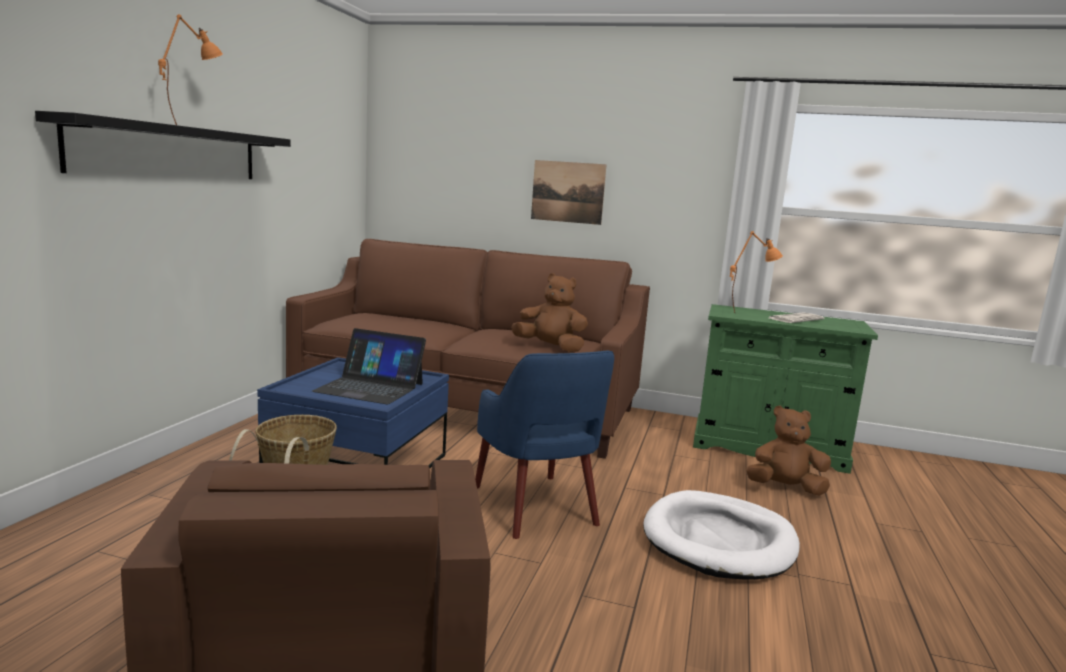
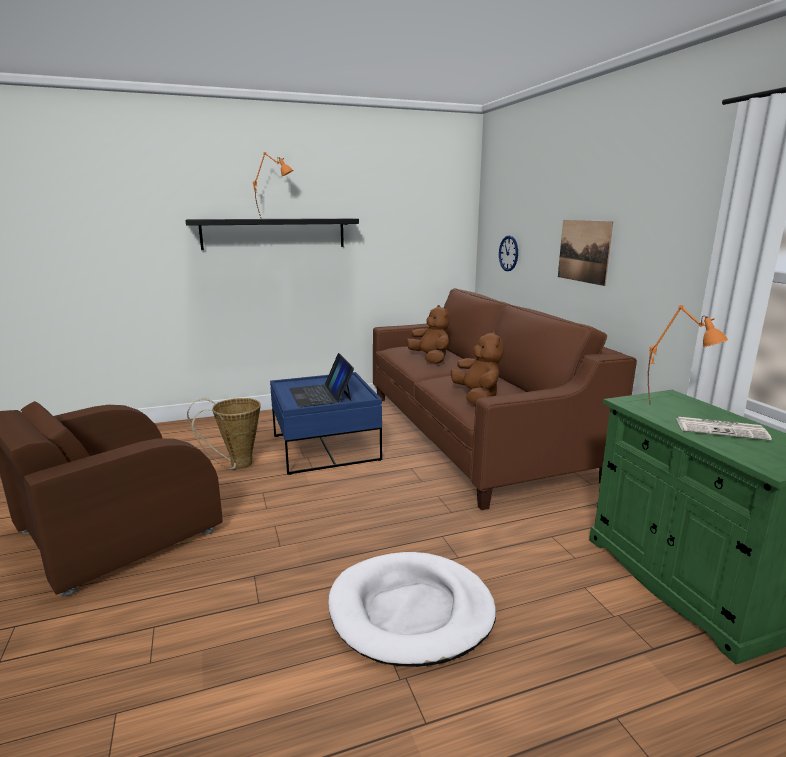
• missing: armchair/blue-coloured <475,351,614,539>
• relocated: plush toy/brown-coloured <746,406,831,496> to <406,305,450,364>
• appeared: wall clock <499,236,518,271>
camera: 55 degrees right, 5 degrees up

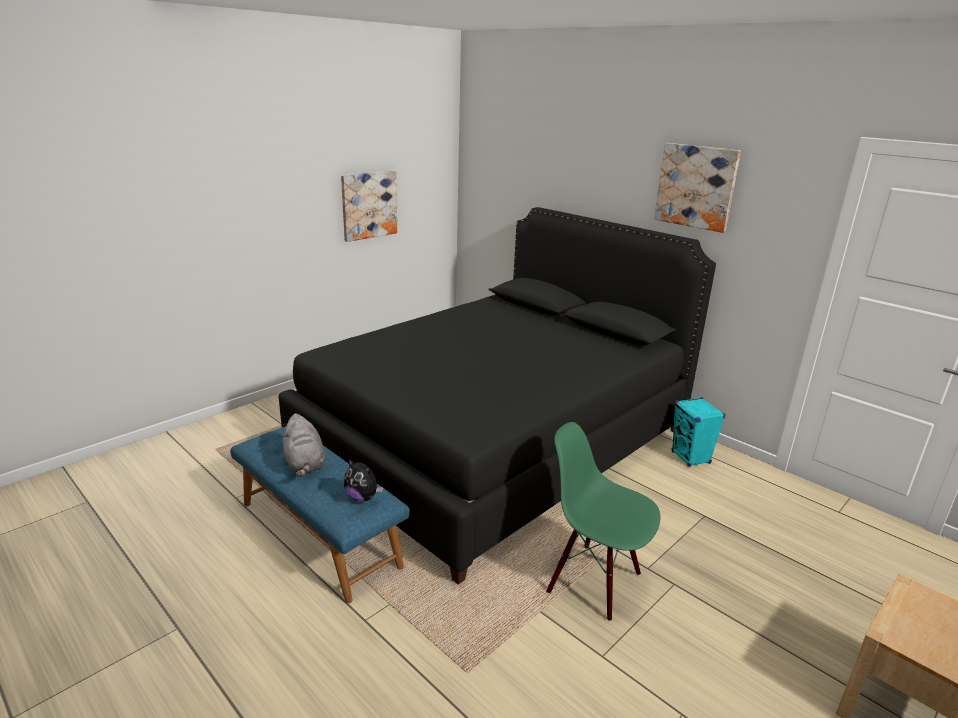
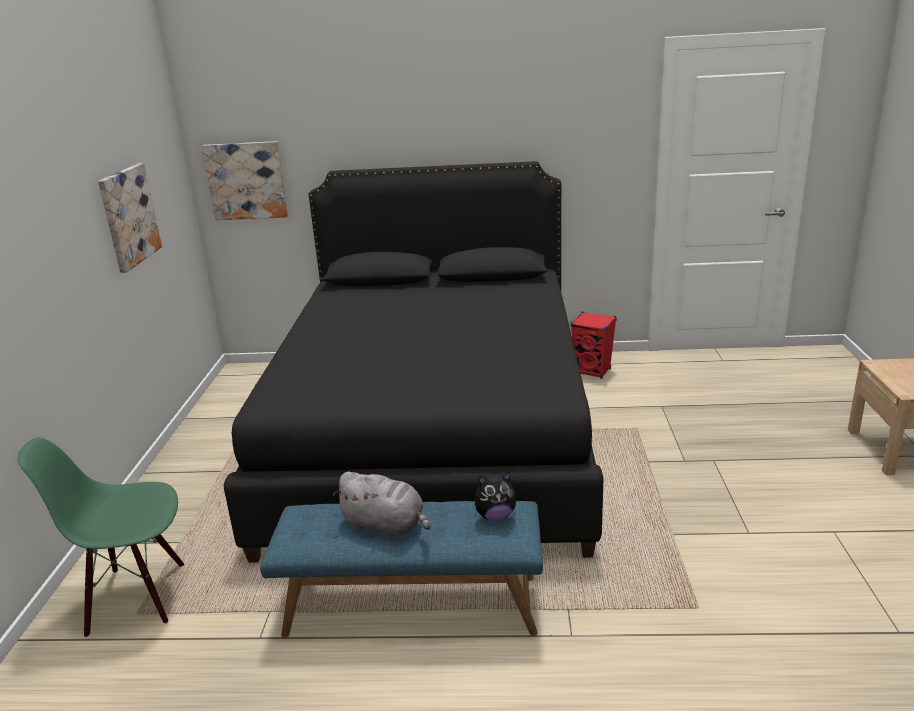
• relocated: wall picture <654,143,741,233> to <202,141,288,220>
• colour: audio speaker/turquoise-coloured <672,397,726,467> to audio speaker/red-coloured <571,312,617,379>
• relocated: upright chair/greenish <546,422,660,622> to <18,438,184,638>
camera: 40 degrees left, 0 degrees up

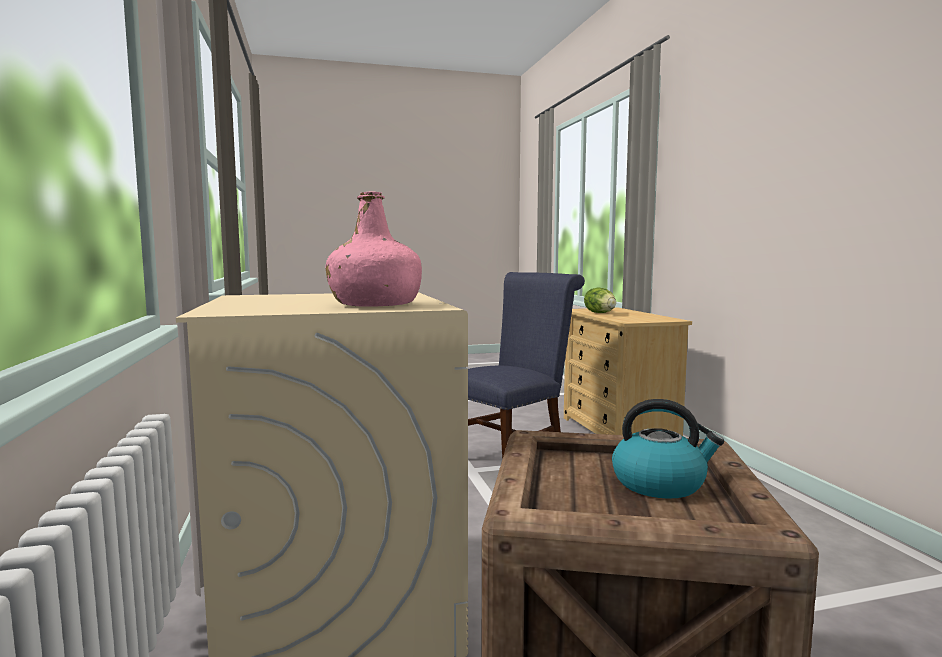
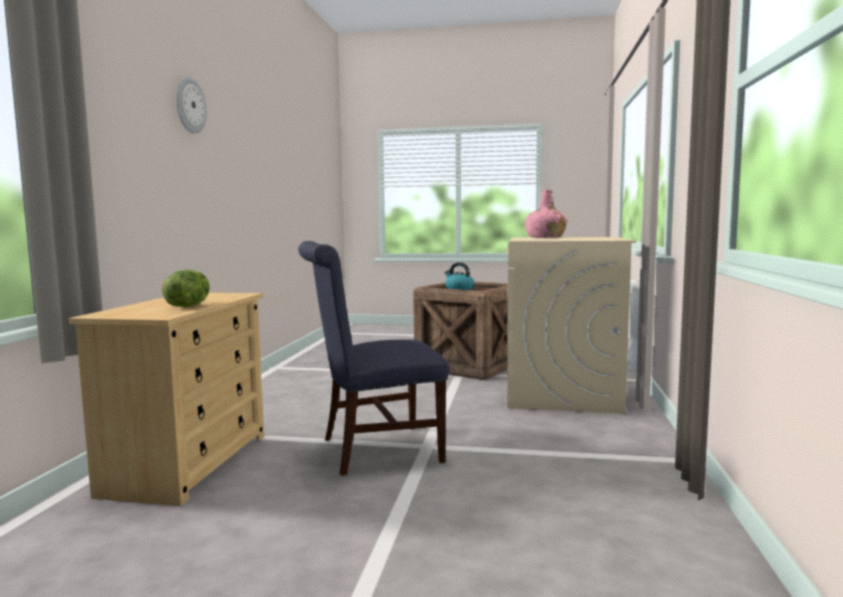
• appeared: wall clock <176,77,207,134>
camera: 155 degrees left, 0 degrees up

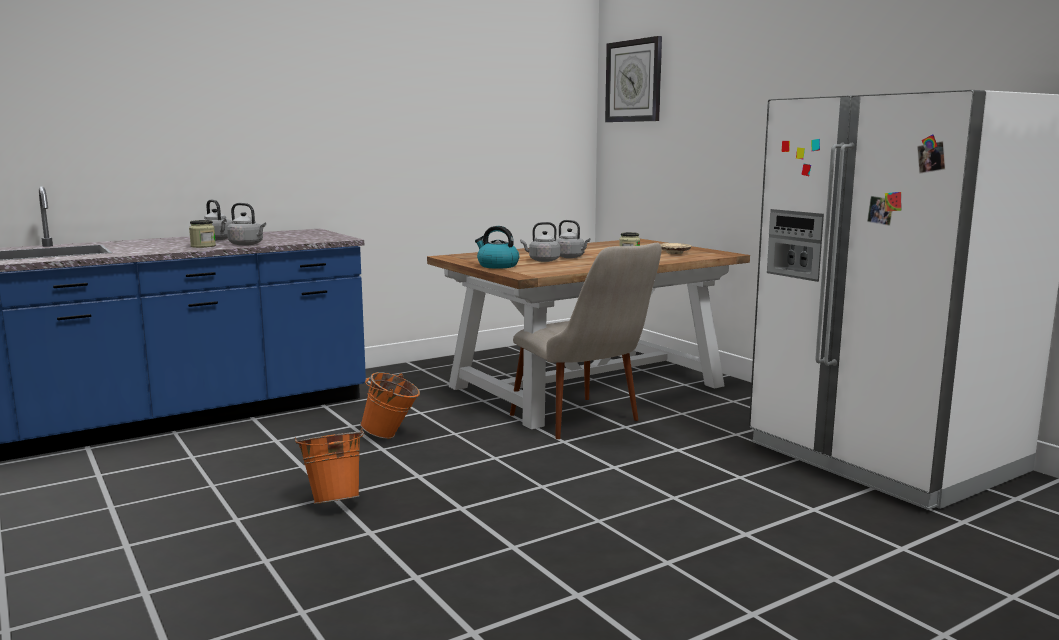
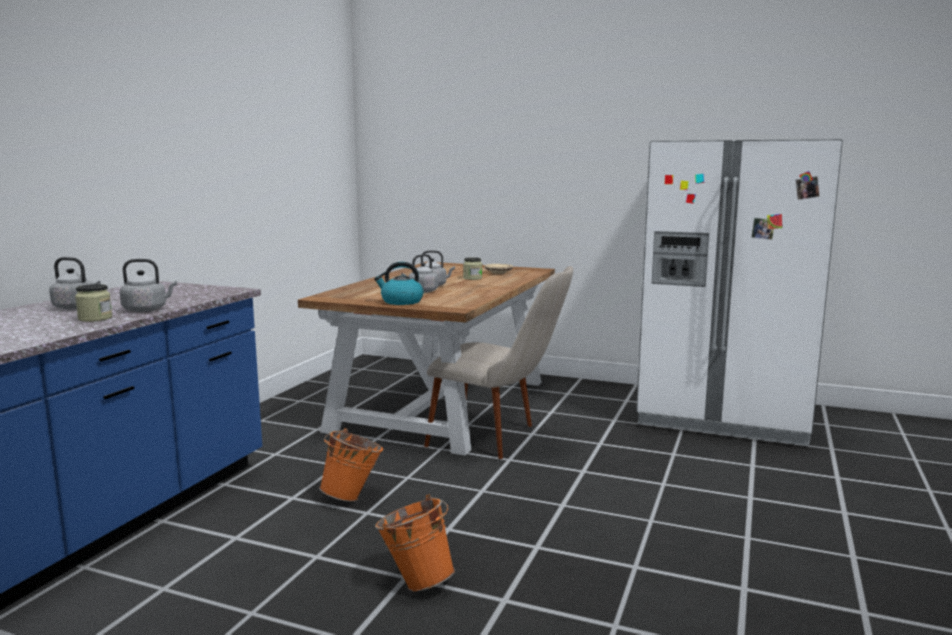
• missing: wall clock <605,36,662,122>
camera: 35 degrees left, 0 degrees up

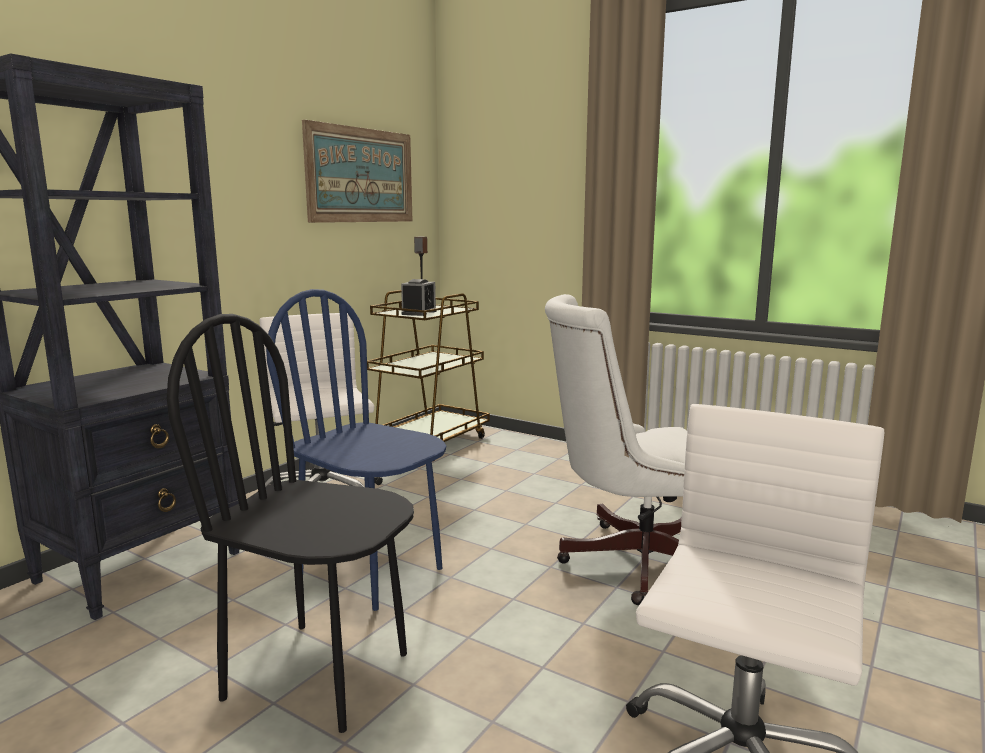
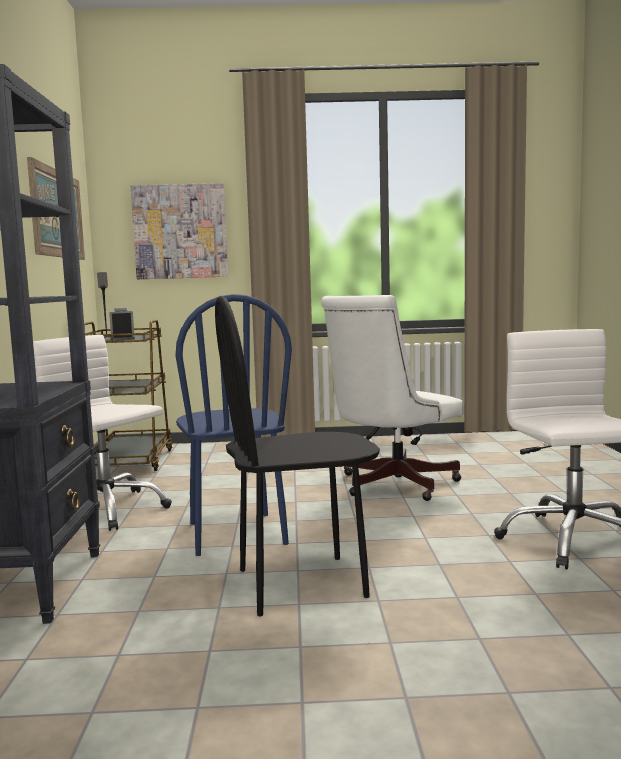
• spun: upright chair/blue-coloured <266,289,446,611> = <176,294,292,556> 105 degrees counterclockwise
• appeared: wall picture <131,183,228,279>
camera: 35 degrees left, 5 degrees down

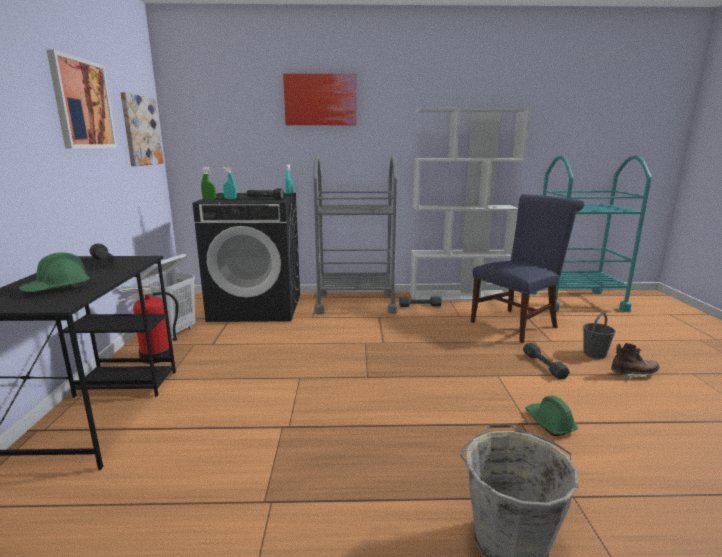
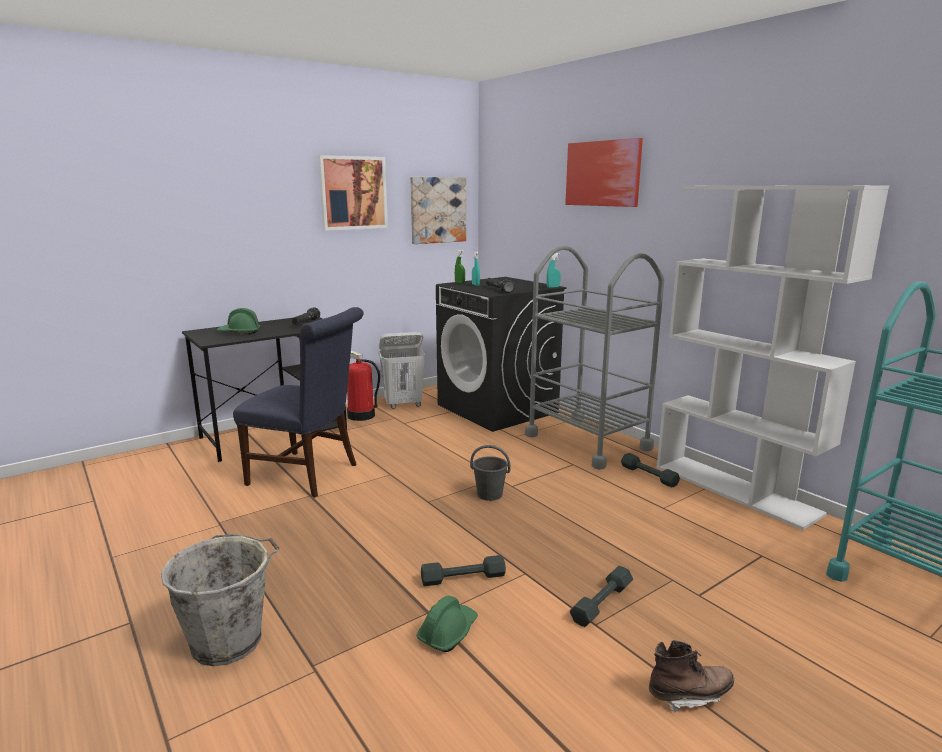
• relocated: upright chair/blue-coloured <471,194,584,343> to <233,307,364,498>
• relocated: bucket/gray <583,313,616,359> to <470,445,511,501>
• spun: boot/brown-coloured <611,343,660,380> = <649,640,734,713> 60 degrees counterclockwise
• appeared: free weight/gray <421,555,506,586>
camera: 55 degrees right, 0 degrees up

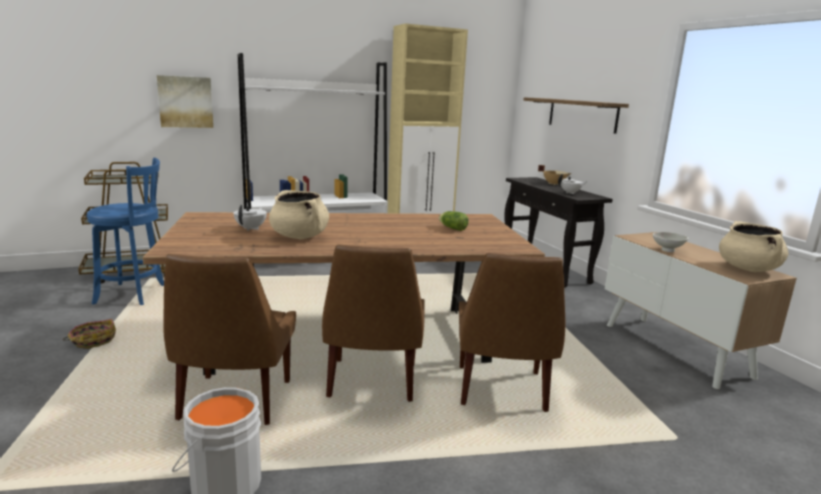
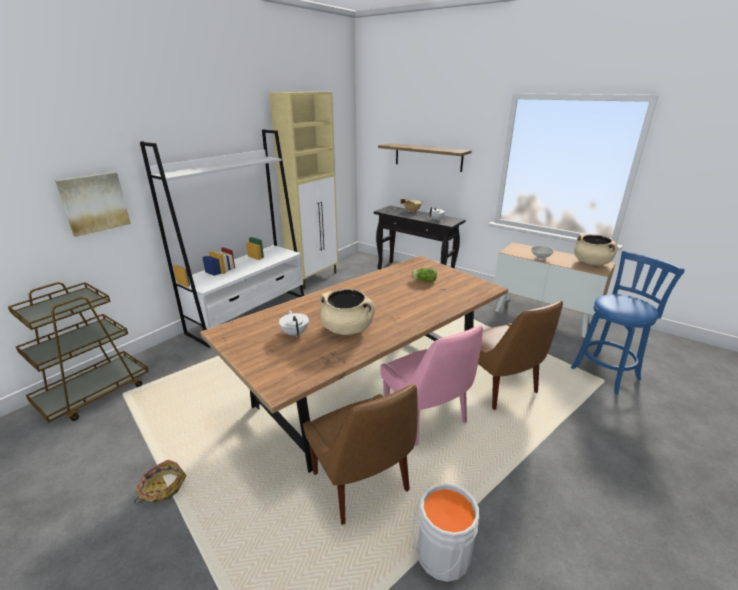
• relocated: stool seat/blue-coloured <86,158,164,305> to <571,251,685,395>
• colour: upright chair/brown-coloured <322,244,425,402> to upright chair/pink-coloured <380,325,483,446>
camera: 30 degrees left, 10 degrees up

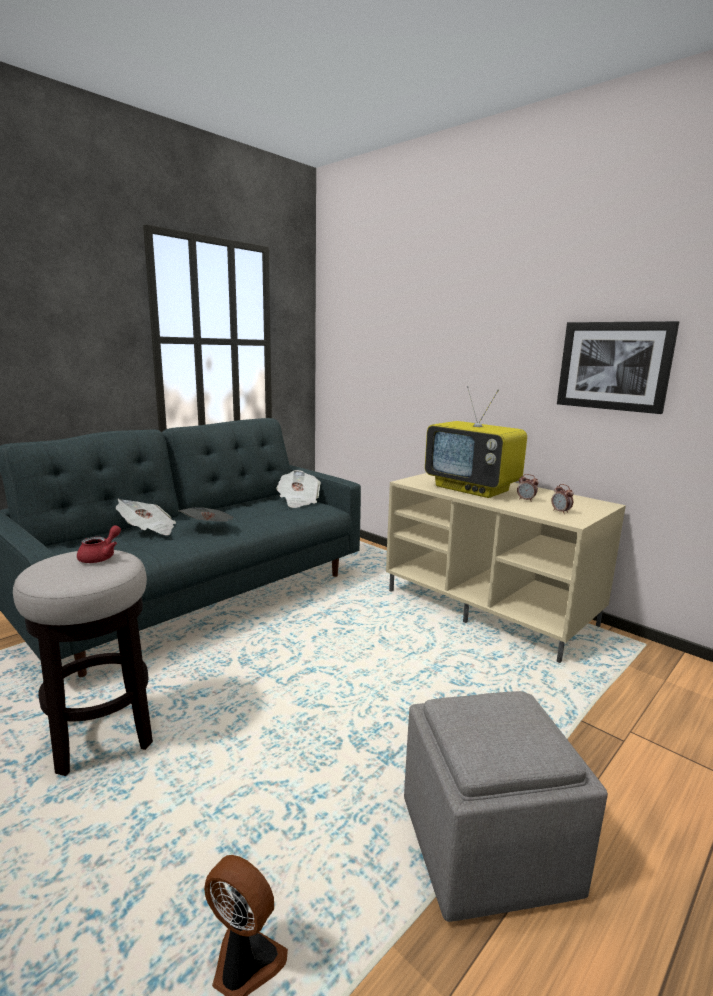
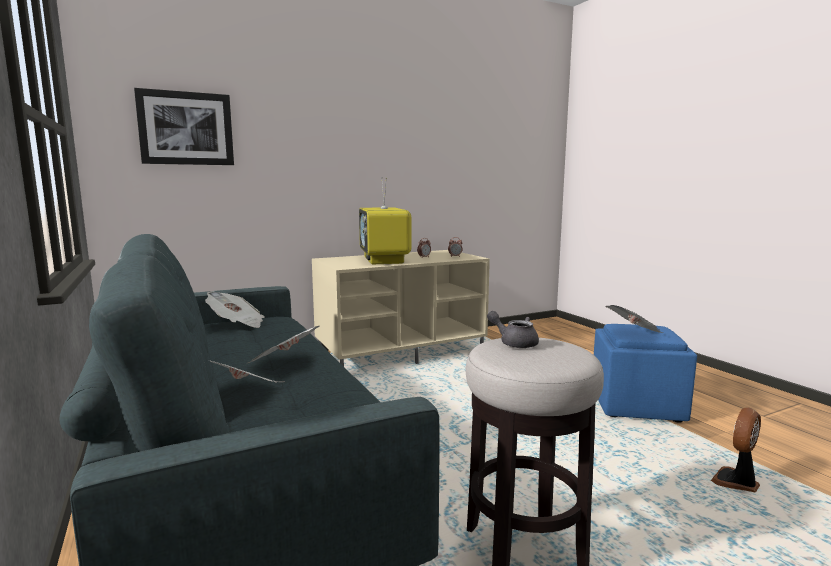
• relocated: wall picture <557,321,679,414> to <134,88,234,165>
• spun: TV <425,386,527,498> = <359,177,411,264> 105 degrees clockwise
• colour: teapot/red-coloured <77,525,121,563> to teapot/gray <487,311,539,348>
• colour: ottoman/gray <404,691,608,922> to ottoman/blue-coloured <594,324,697,423>
• appeared: printed paper <605,305,663,333>
camera: 70 degrees left, 5 degrees down

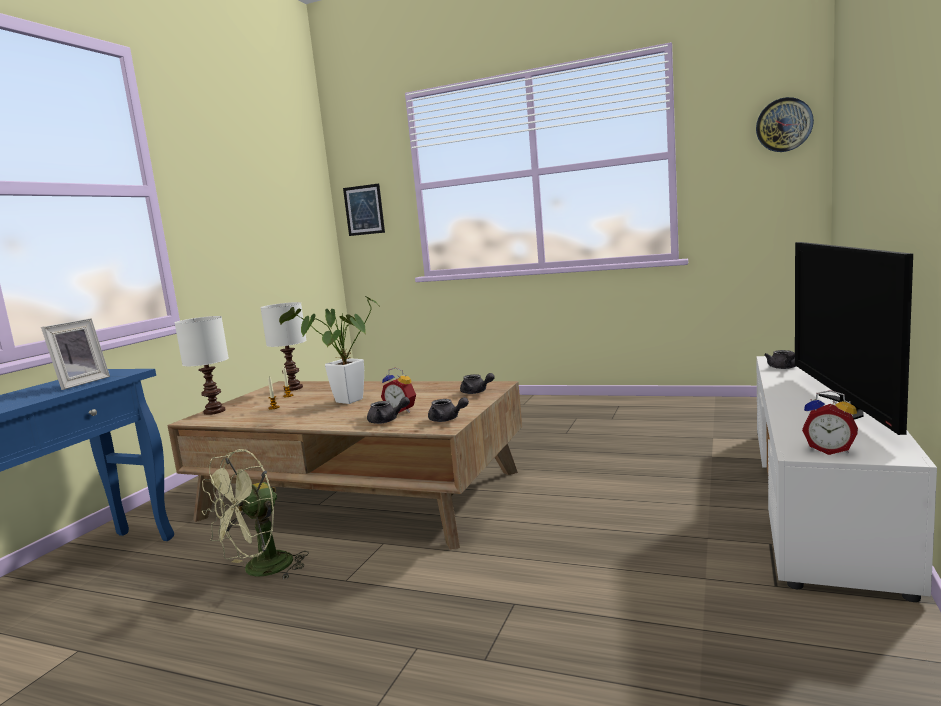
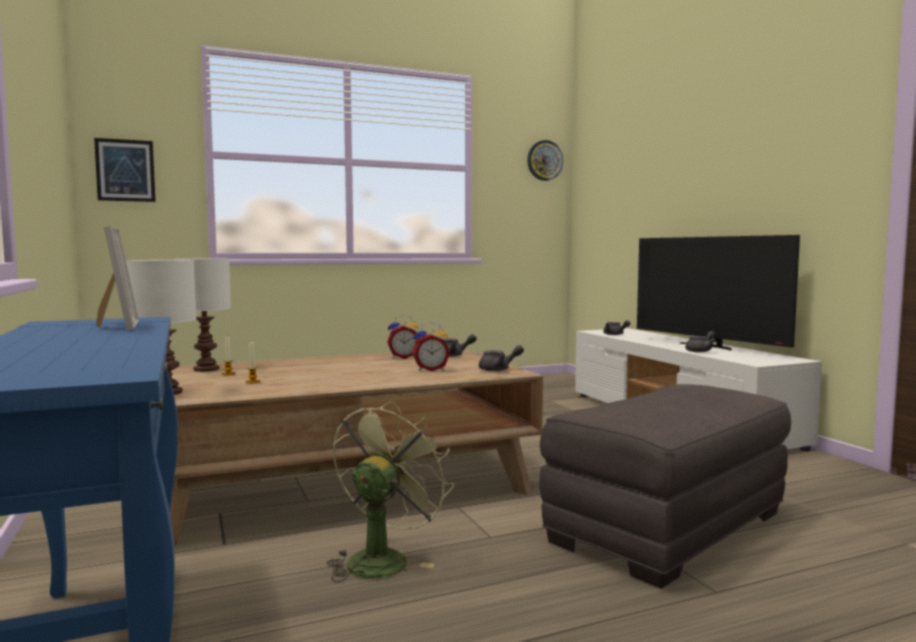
• missing: plant in a pot <279,296,380,404>
• relocated: alarm clock <802,390,858,455> to <387,315,419,359>
• relocated: teapot/gray <367,397,410,424> to <685,331,716,352>
• spun: electric fan/greenish <202,449,309,580> = <327,400,454,582> 150 degrees counterclockwise
• appeared: ottoman/gray <539,384,791,589>
camera: 45 degrees left, 5 degrees down

